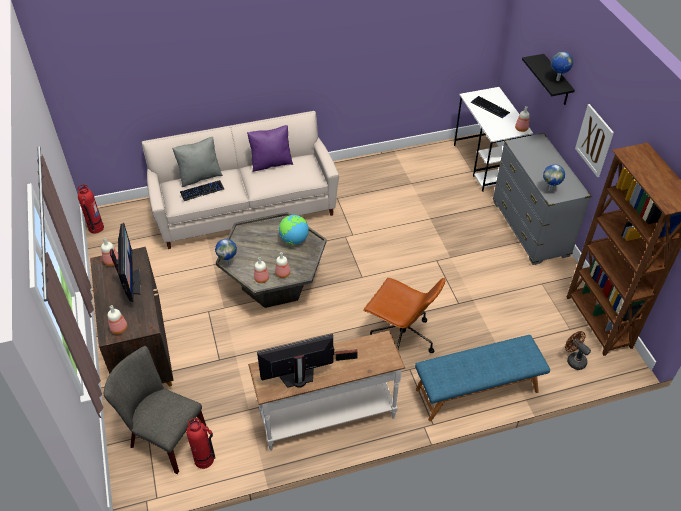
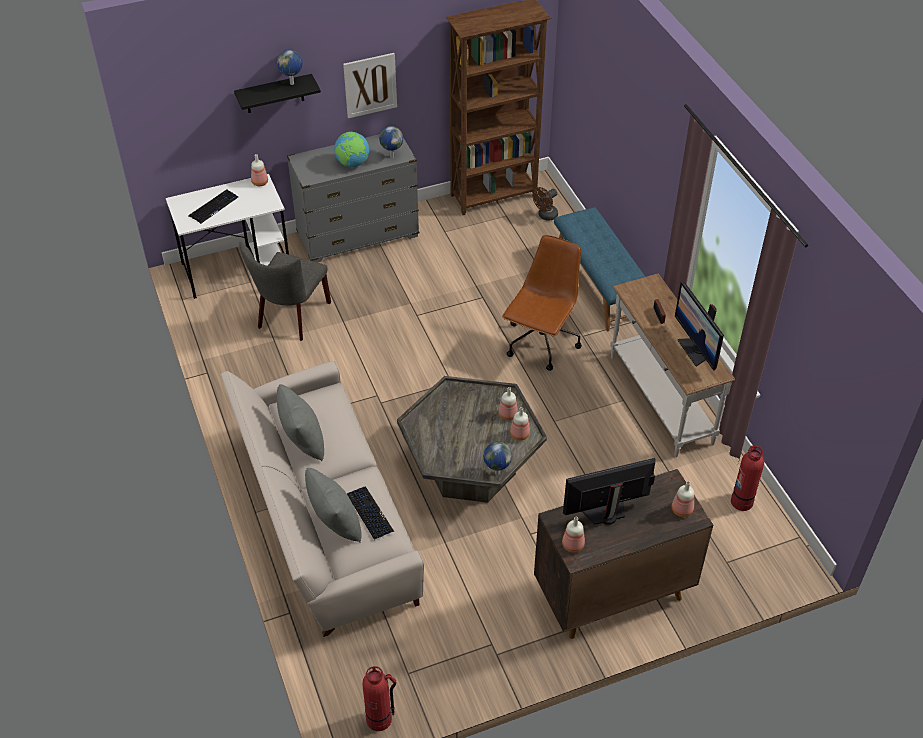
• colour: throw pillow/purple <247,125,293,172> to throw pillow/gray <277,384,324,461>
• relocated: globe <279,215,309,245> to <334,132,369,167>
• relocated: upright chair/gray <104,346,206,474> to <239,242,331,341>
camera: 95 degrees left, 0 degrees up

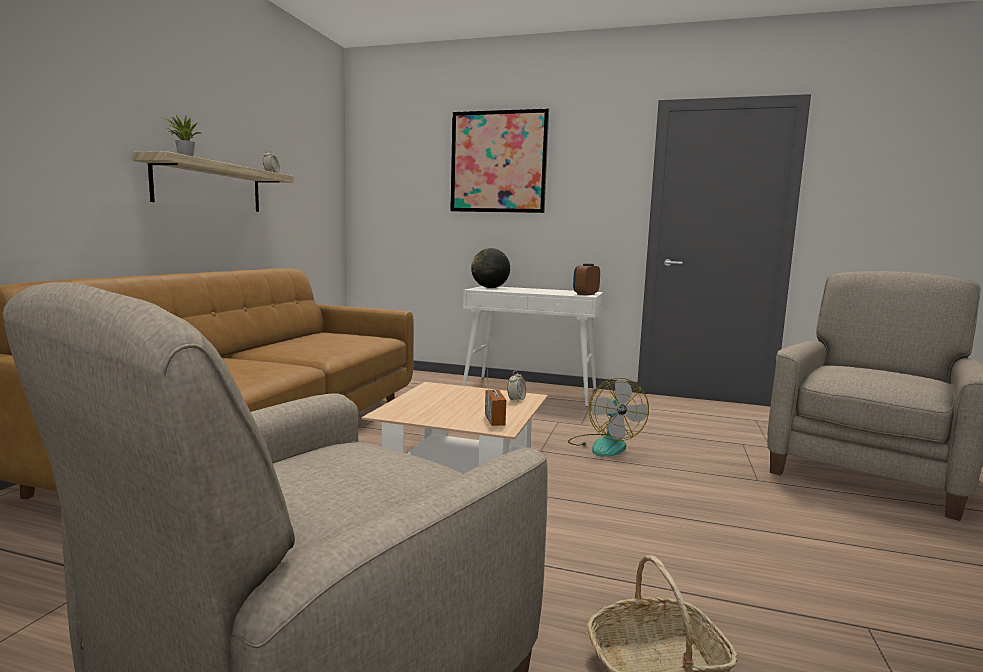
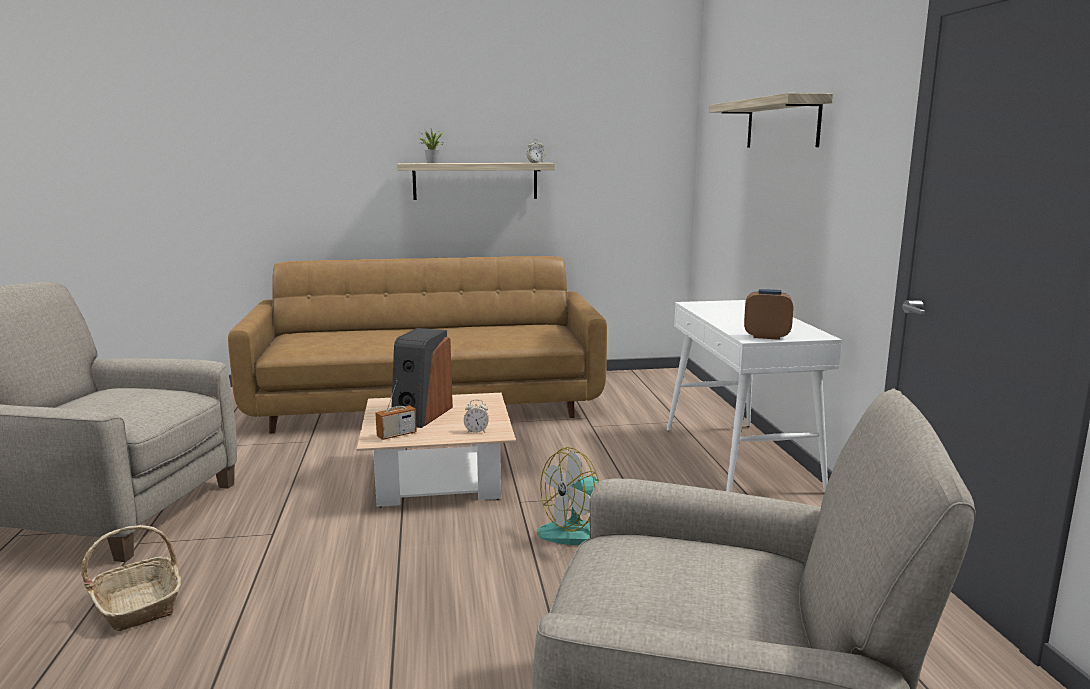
• exchanged: wall picture <450,108,549,213> to wall shelf <709,93,833,147>
• missing: globe <471,248,510,288>
• appeared: audio speaker <391,328,453,428>
camera: 65 degrees right, 5 degrees up

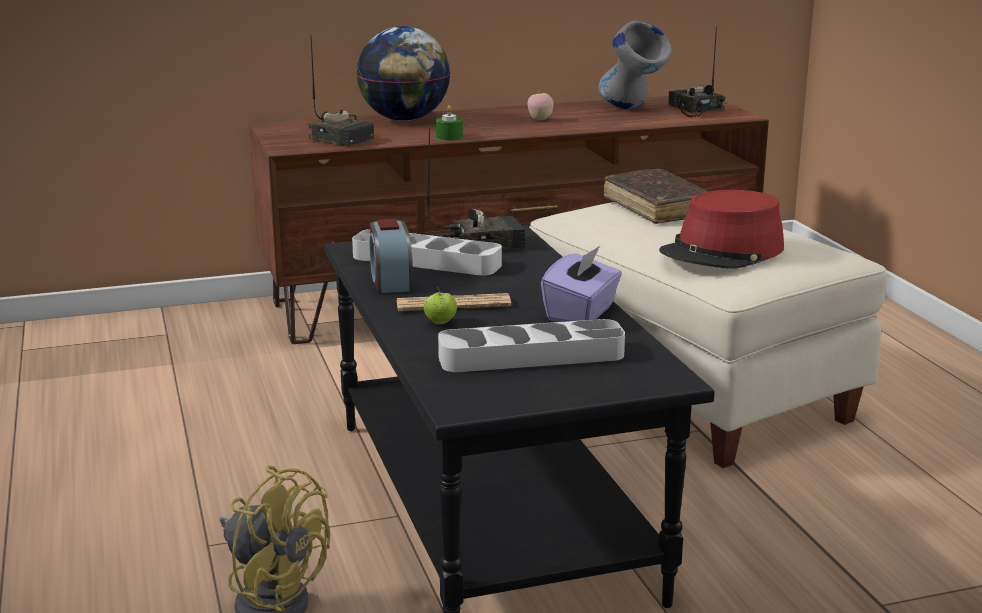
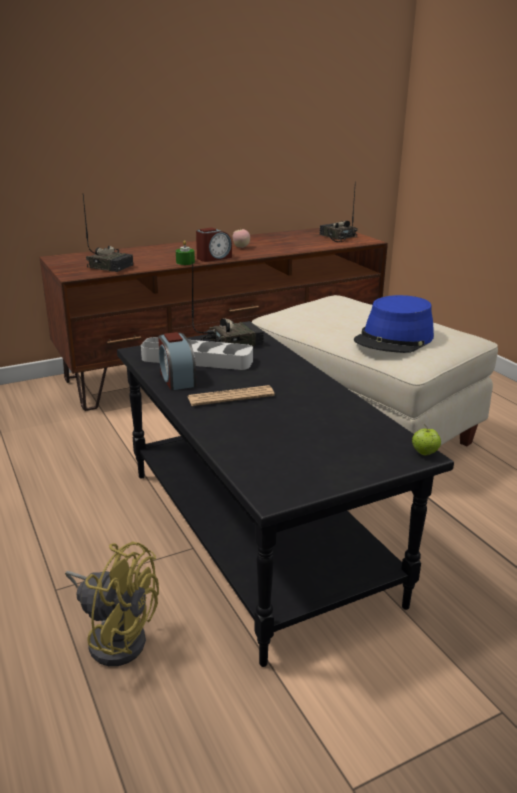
• missing: decorative vase/gray <598,21,672,109>
• missing: globe <356,26,450,121>
• missing: volume/brown-coloured <603,169,708,224>
• colour: clothing hat/red-coloured <659,190,784,269> to clothing hat/blue-coloured <354,295,434,353>
• missing: tissue box/purple <541,246,622,322>
• relocated: apple fruit <423,287,457,325> to <412,424,441,456>
• missing: tray/gray <438,319,625,372>
• appeared: alarm clock <196,228,232,262>
camera: 10 degrees left, 5 degrees up

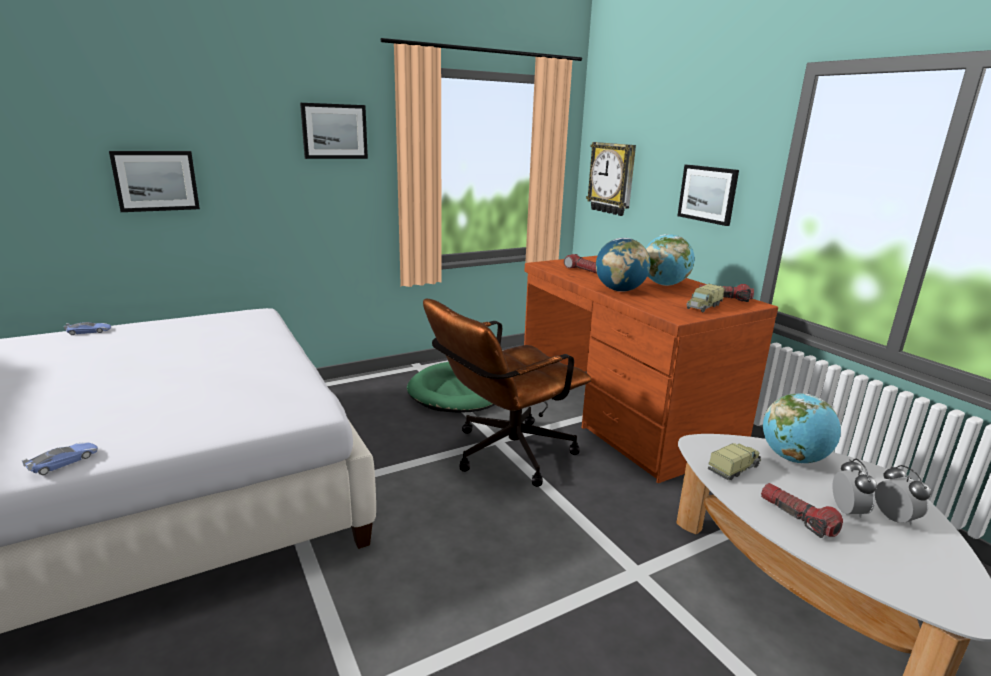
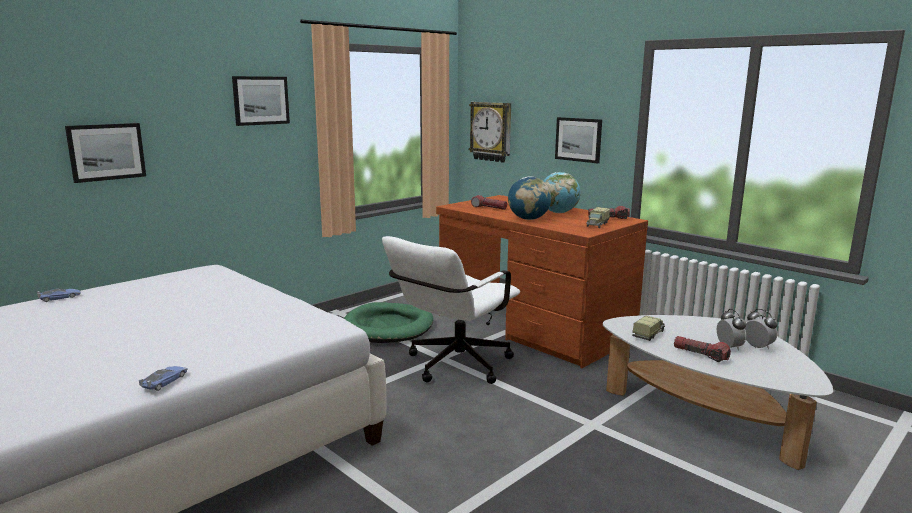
• colour: computer chair/brown-coloured <423,299,591,487> to computer chair/whitish <382,236,520,384>
• missing: globe <763,393,841,463>
camera: 15 degrees left, 5 degrees down

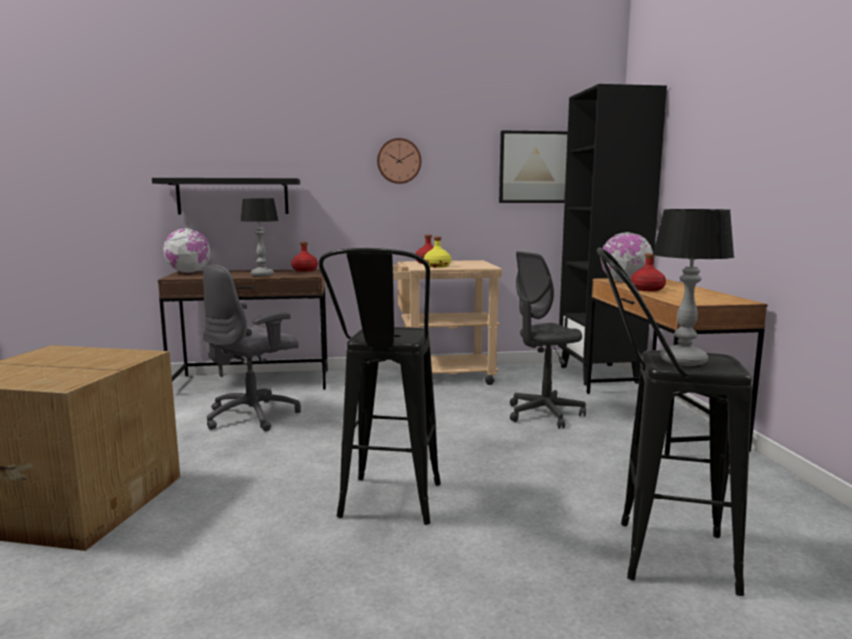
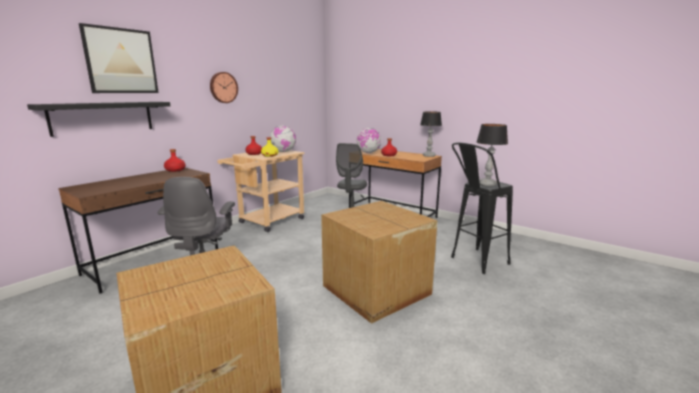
• missing: bookcase/black-coloured <558,84,667,386>
• relocated: wall picture <499,130,568,203> to <79,23,159,93>
• relocated: table lamp <240,198,278,276> to <420,111,442,157>
• relocated: globe <163,228,211,273> to <270,125,296,152>
• exchanged: stool seat/black-coloured <319,248,441,525> to cardboard box <321,201,437,324>
camera: 45 degrees left, 5 degrees up

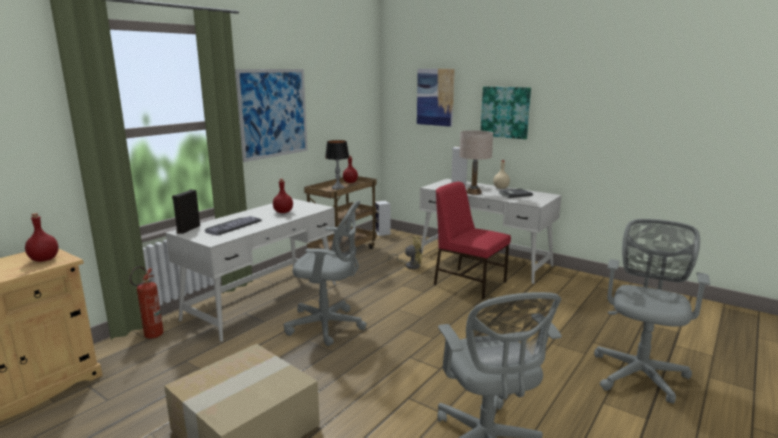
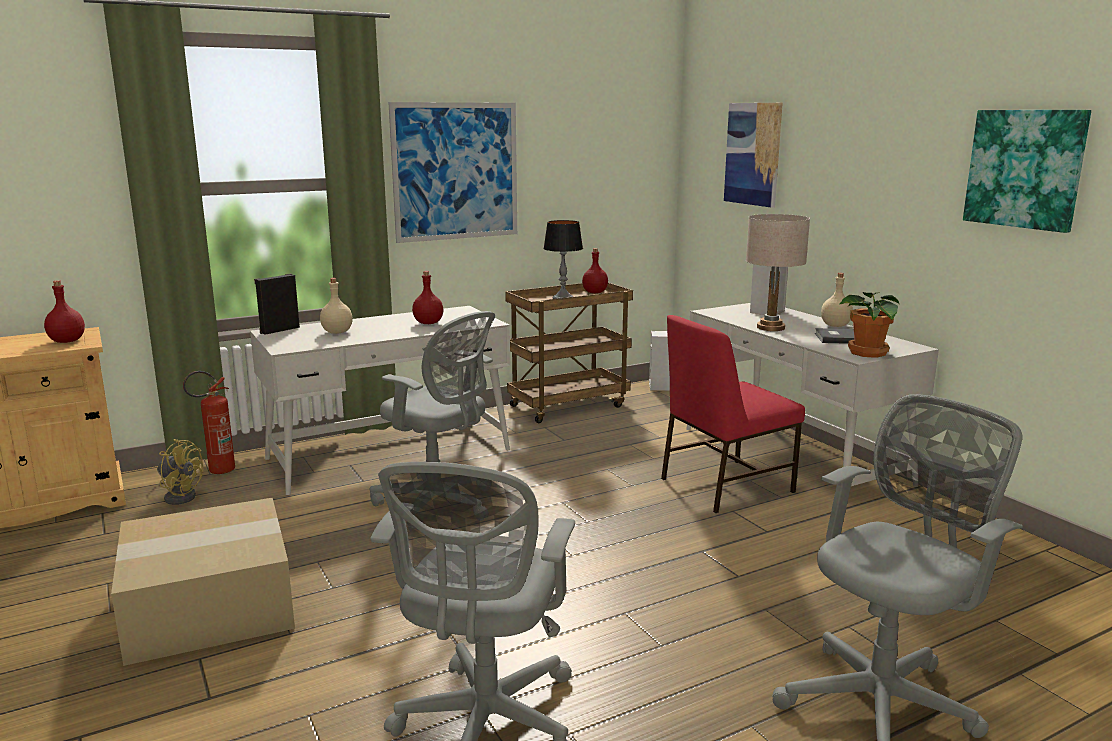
• relocated: wall picture <481,86,531,139> to <963,110,1091,233>
• spun: upright chair/red-coloured <434,182,511,299> = <661,315,805,513> 90 degrees counterclockwise
• exchanged: computer keyboard <205,216,262,235> to beverage bottle/beige <320,278,353,334>
• relocated: electric fan/yellowish <388,237,423,269> to <157,439,203,505>
• appeared: plant in a pot <839,292,899,358>
camera: 25 degrees right, 0 degrees up

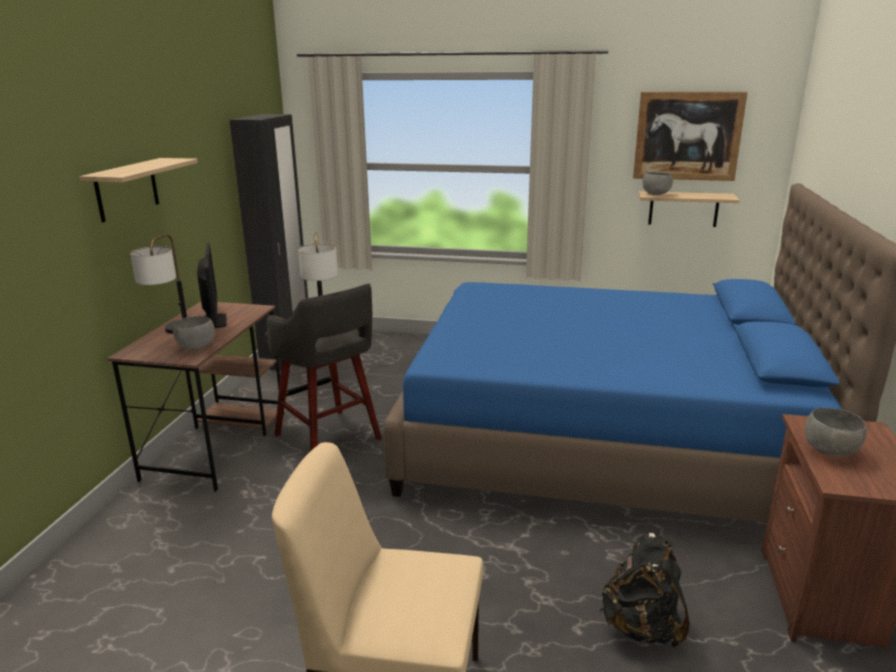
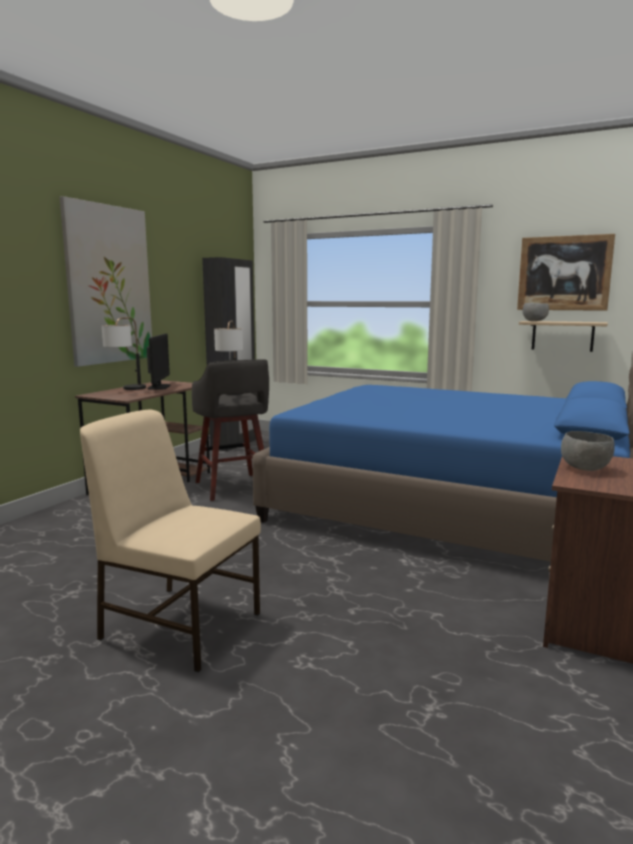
• exchanged: wall shelf <79,158,198,222> to wall picture <60,196,152,367>
• missing: deep dish/gray <172,316,215,350>
• missing: knapsack/black-coloured <600,533,690,648>
camera: 15 degrees right, 10 degrees down

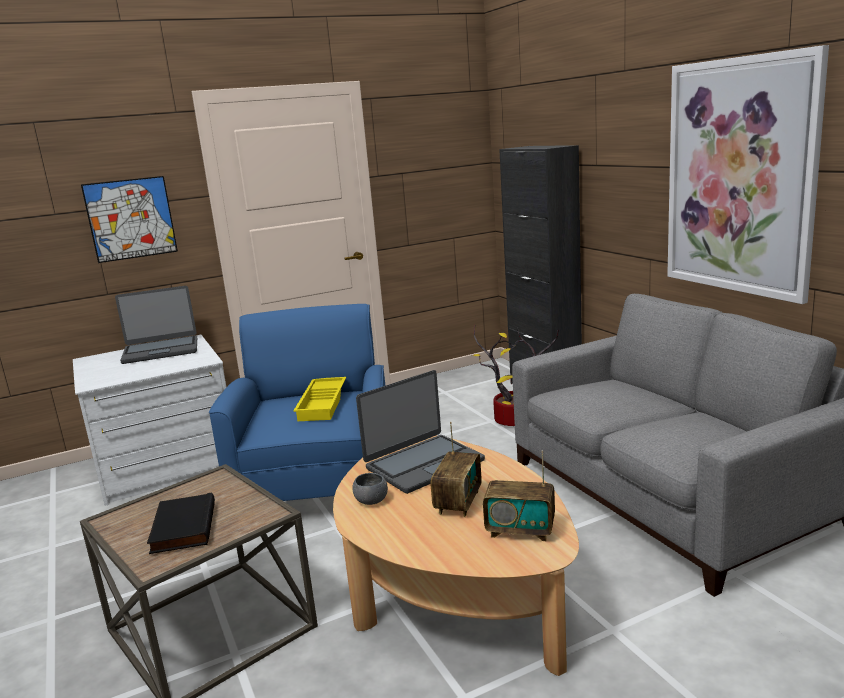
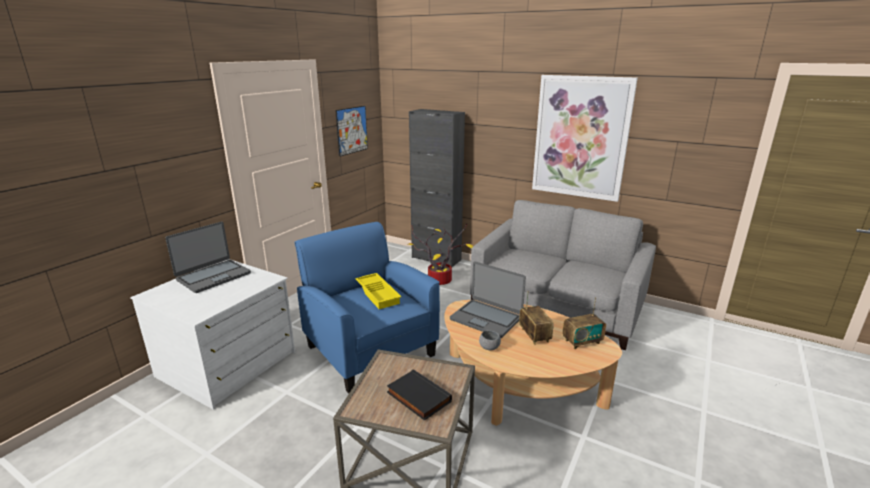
• relocated: wall picture <81,176,178,263> to <335,106,368,157>
• spun: laptop <356,370,485,494> = <450,261,526,338> 105 degrees clockwise
camera: 35 degrees left, 5 degrees up

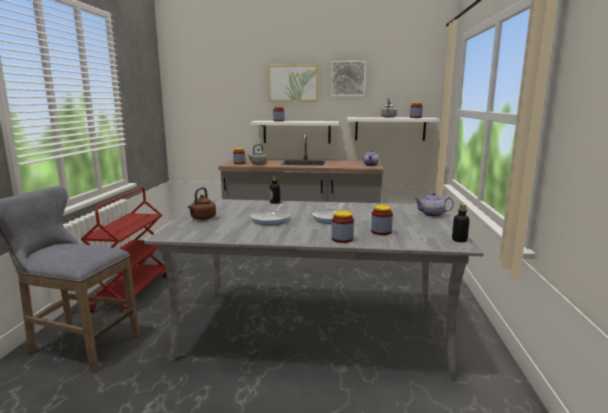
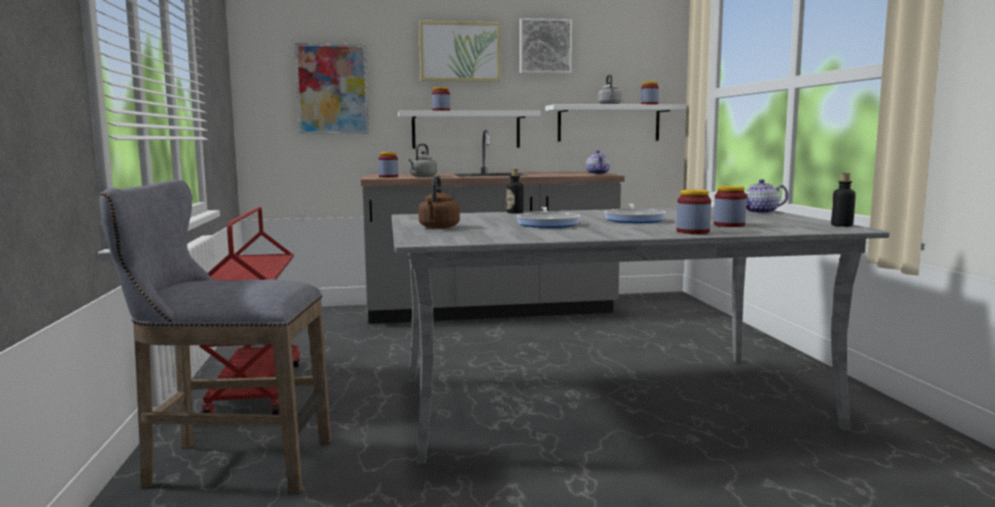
• appeared: wall picture <295,43,369,134>
camera: 15 degrees left, 5 degrees down

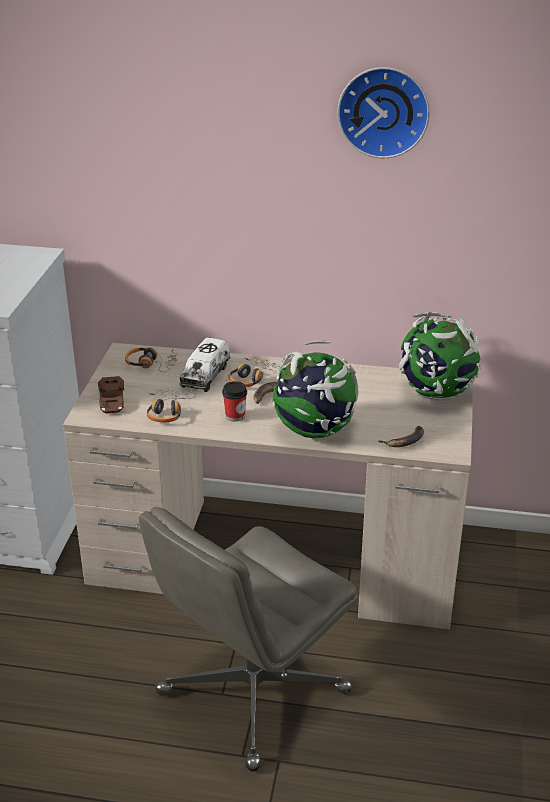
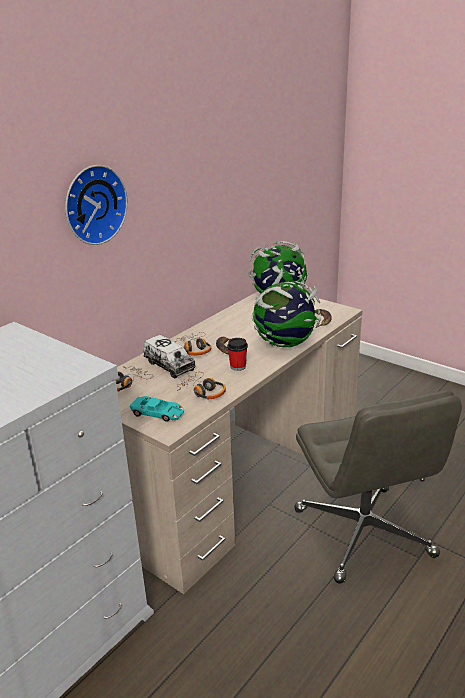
• relocated: wall clock <337,67,430,158> to <65,165,128,245>
• colour: toy car/brown-coloured <98,376,124,413> to toy car/turquoise-coloured <130,396,184,422>
camera: 60 degrees left, 5 degrees down

